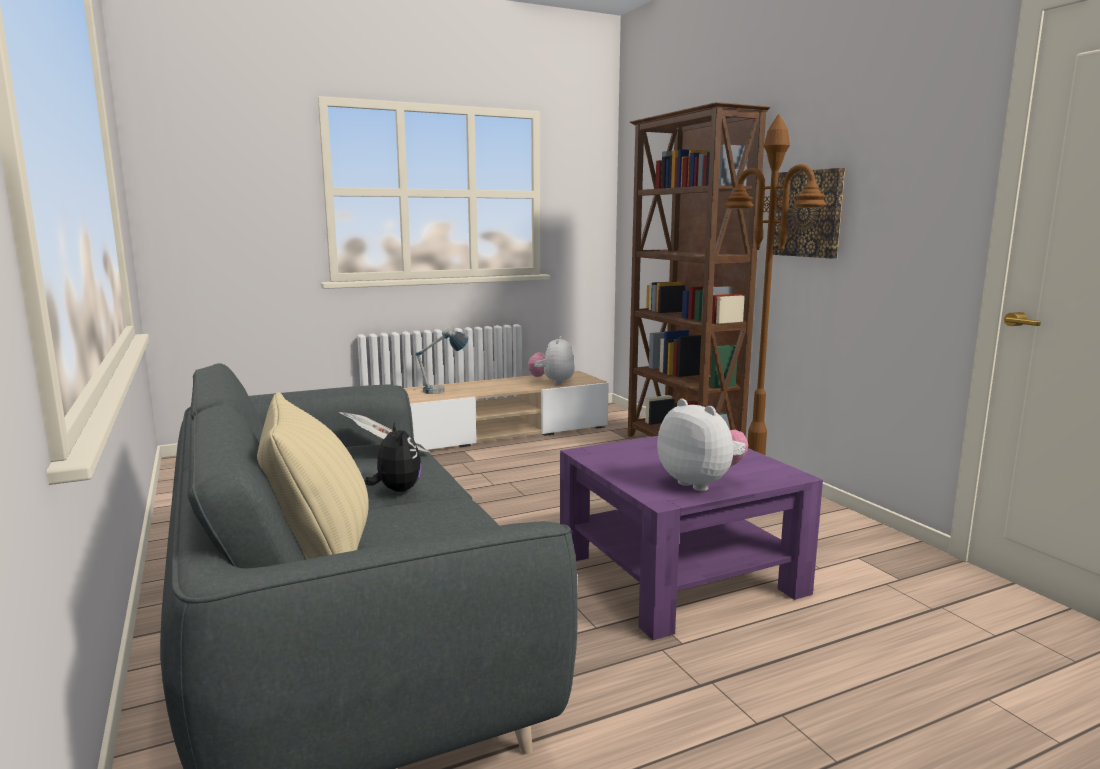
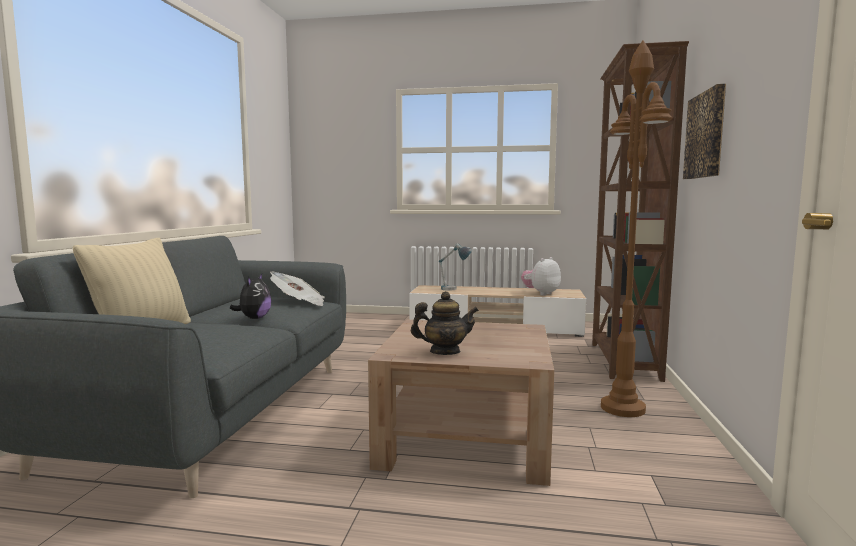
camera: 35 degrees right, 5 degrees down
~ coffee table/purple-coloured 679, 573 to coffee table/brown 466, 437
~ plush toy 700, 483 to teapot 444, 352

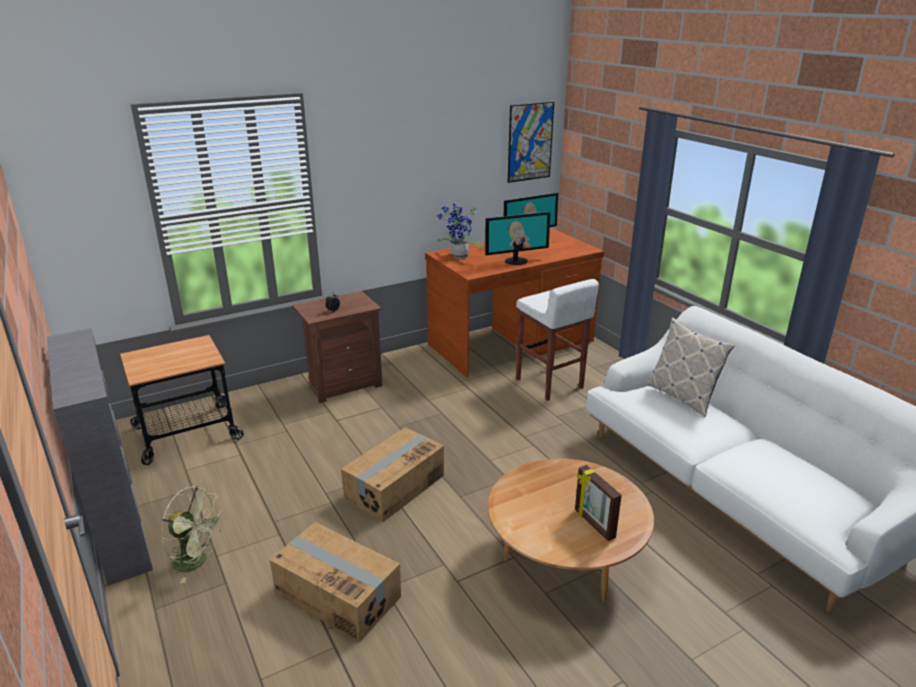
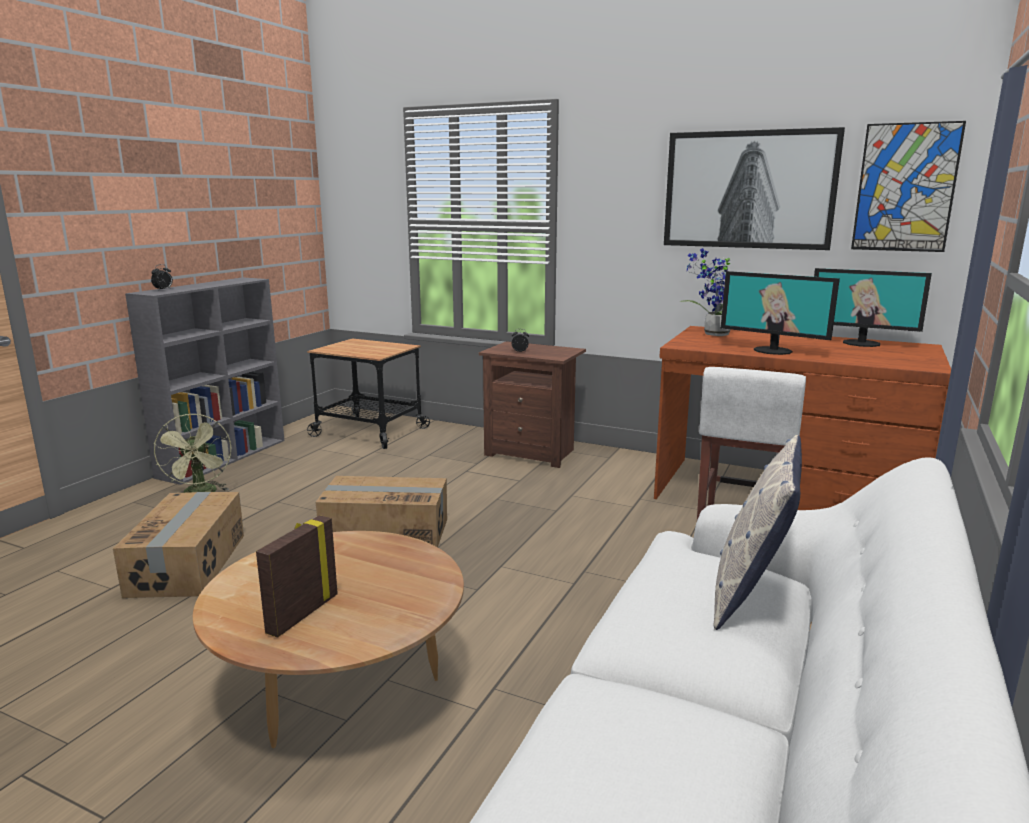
camera: 55 degrees right, 10 degrees down
+ bedside clock 163, 290
+ wall picture 748, 190

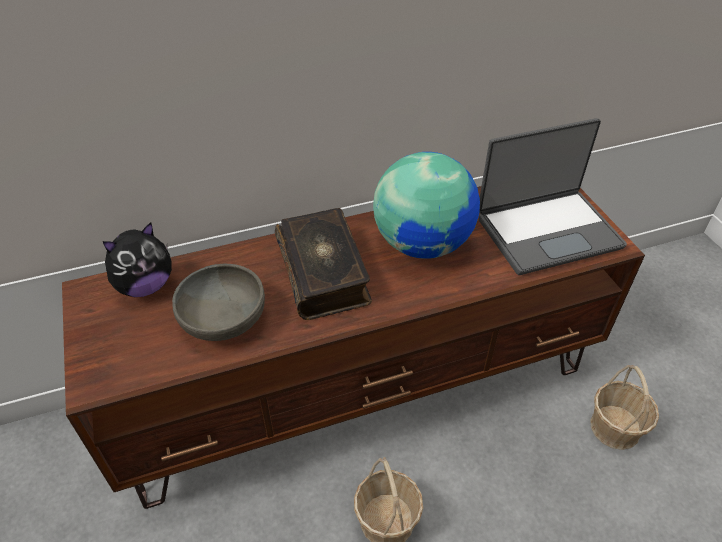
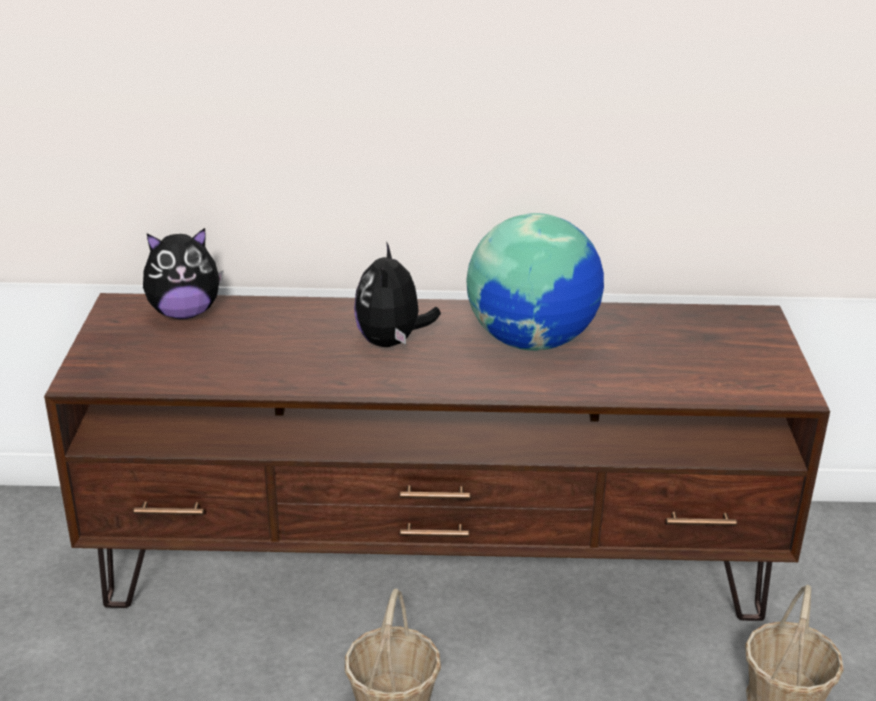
camera: 20 degrees right, 15 degrees down
~ volume 324, 273 to plush toy 392, 342
- serving bowl/grey 224, 319
- laptop 547, 231

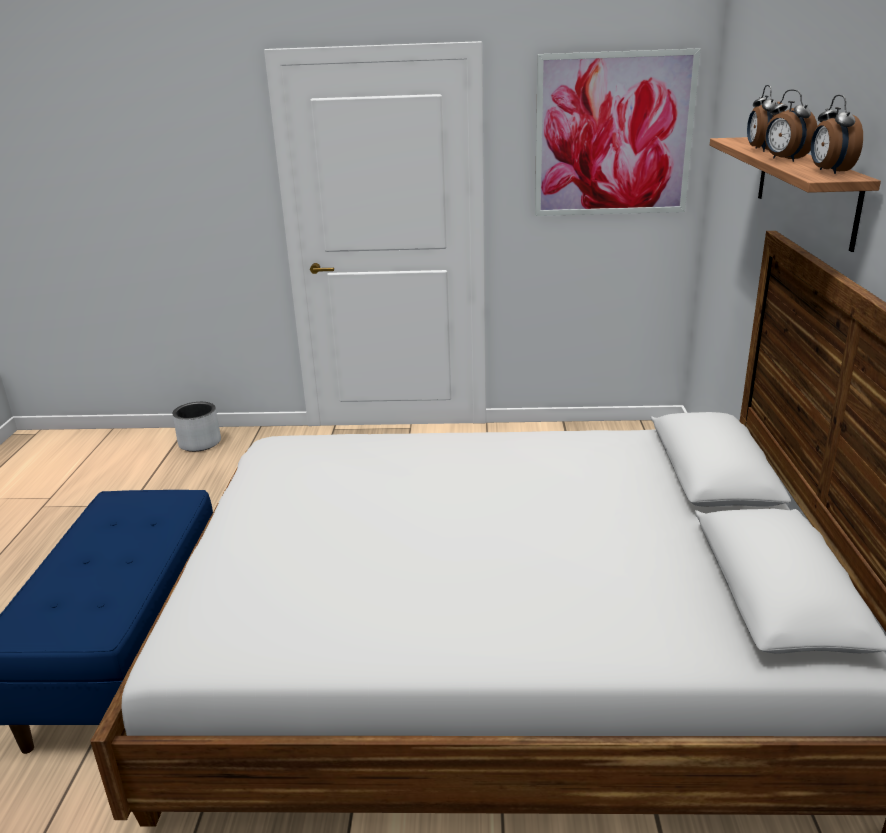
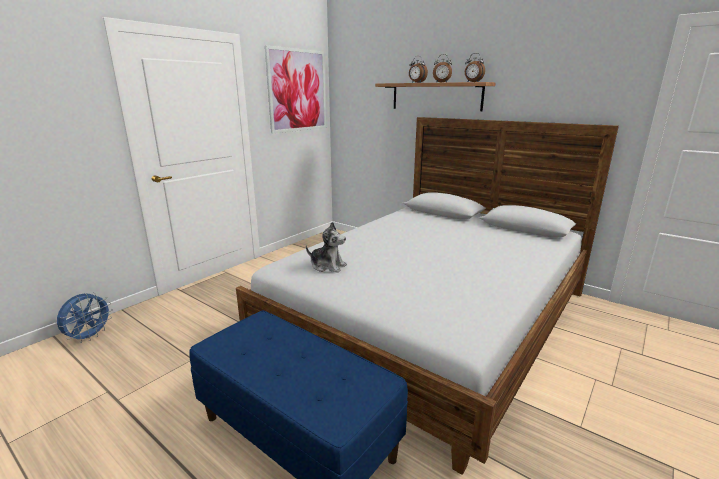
camera: 55 degrees left, 5 degrees down
~ planter/grey 200, 443 to fan/blue-coloured 89, 337
+ plush toy 327, 266

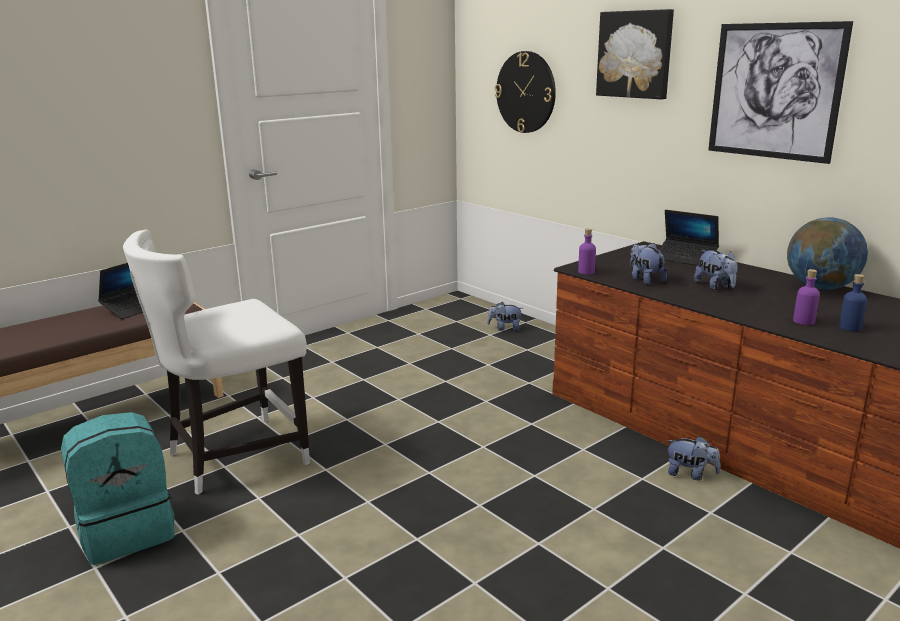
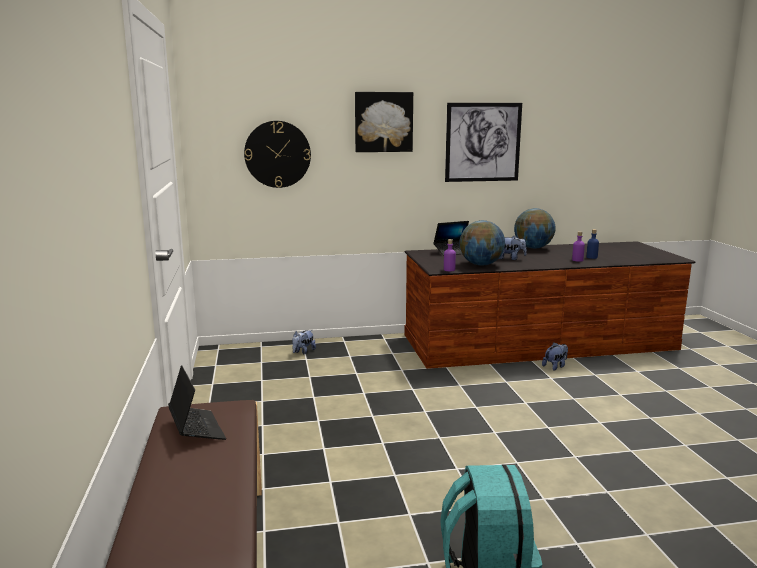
camera: 60 degrees left, 5 degrees down
~ plush toy 645, 280 to desk globe 481, 265
- plain chair/white 234, 456

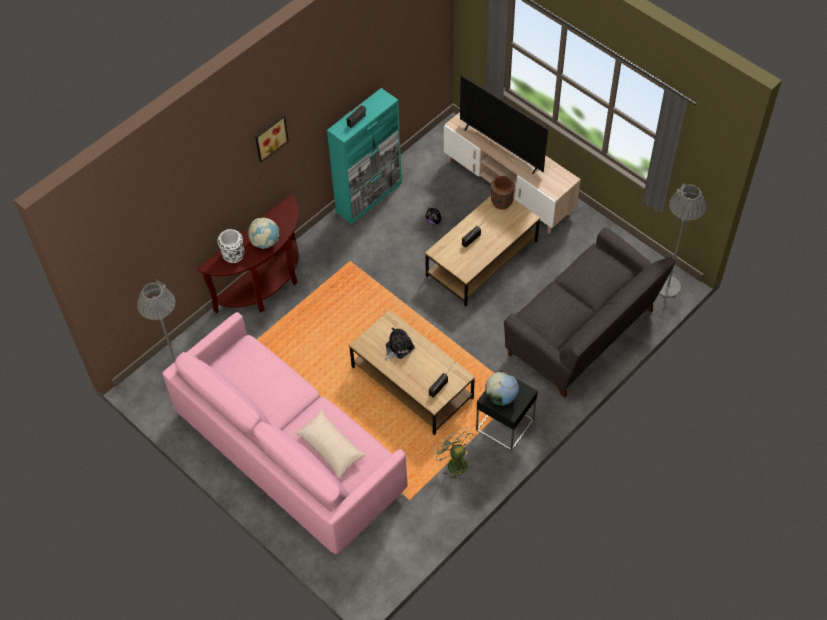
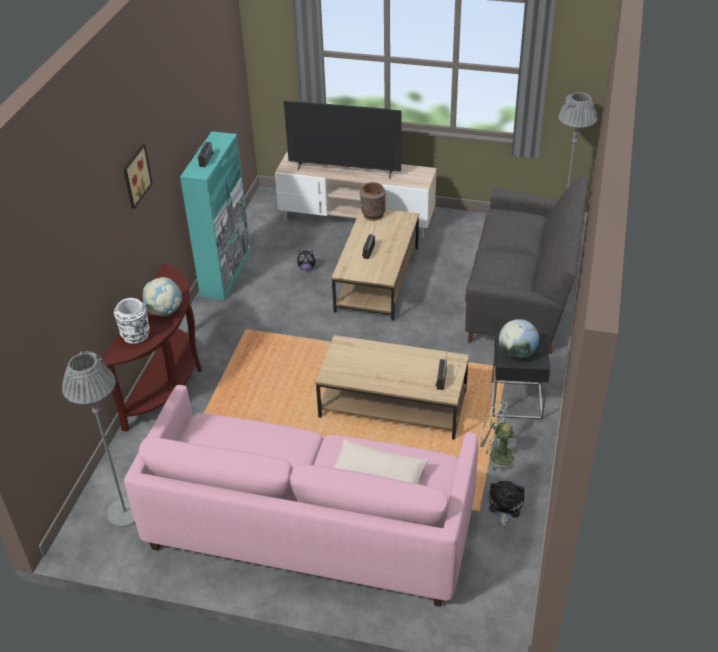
camera: 30 degrees left, 15 degrees down
~ plush toy 398, 347 to 504, 506

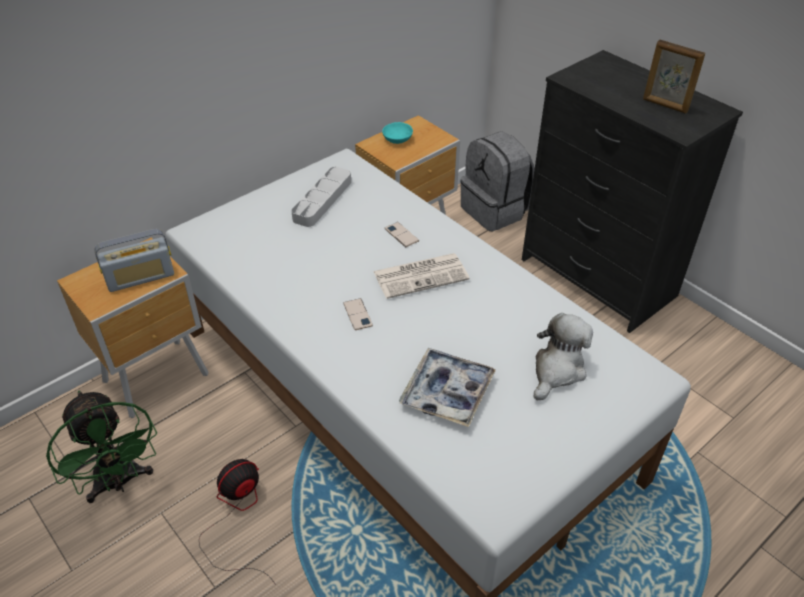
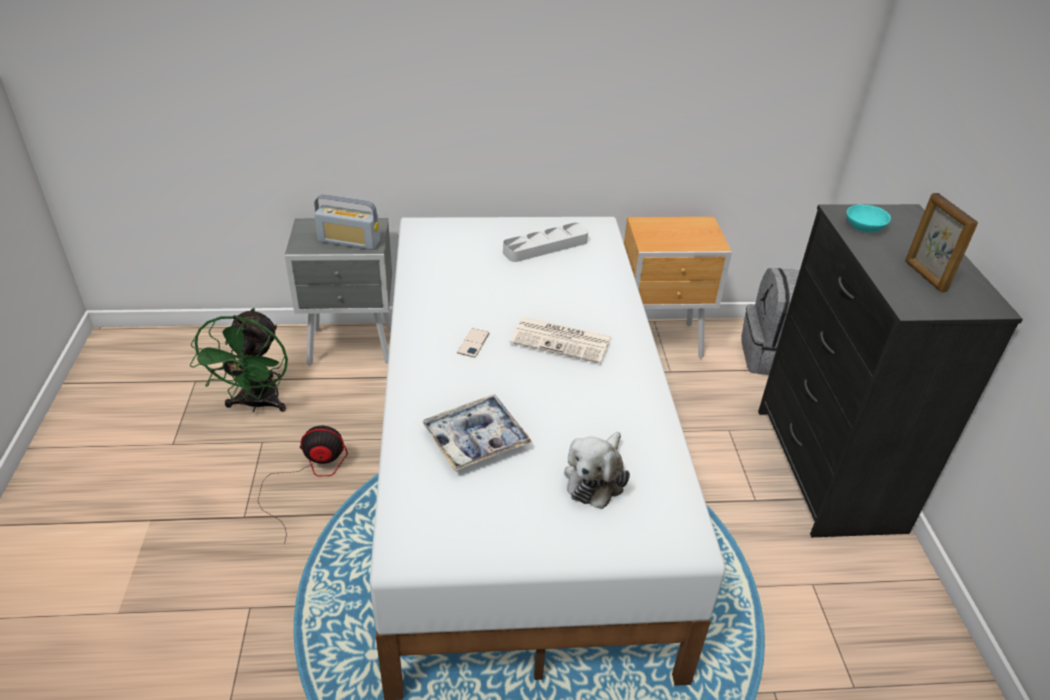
camera: 35 degrees right, 5 degrees down
~ nightstand/brown 159, 378 to nightstand/grey 353, 347
~ plush toy 557, 370 = 596, 478 135 degrees clockwise
~ serving bowl/blue-green 396, 138 to 863, 225
- phone 401, 235

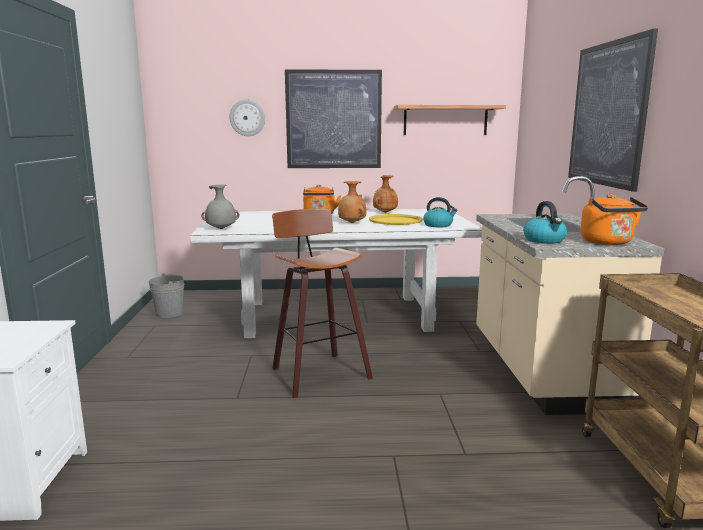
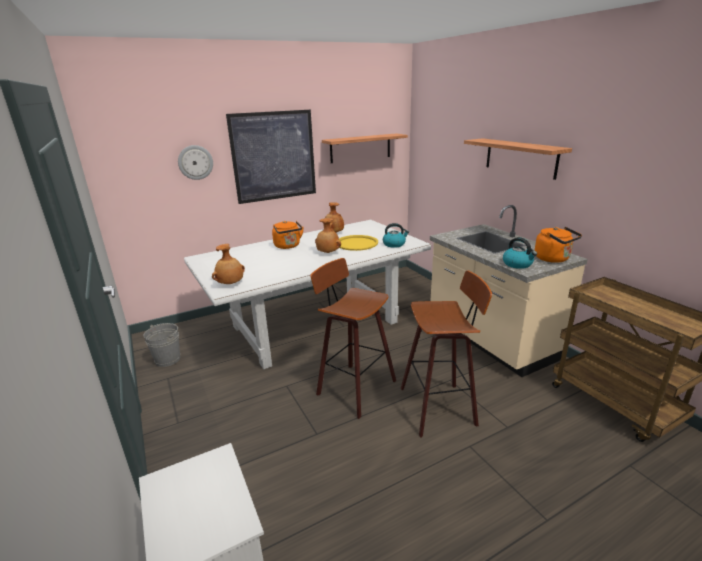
camera: 25 degrees left, 10 degrees up
~ flower vase/grey 221, 229 to flower vase/brown 230, 284
+ stool seat 440, 406
~ wall picture 608, 114 to bracket shelf 520, 157

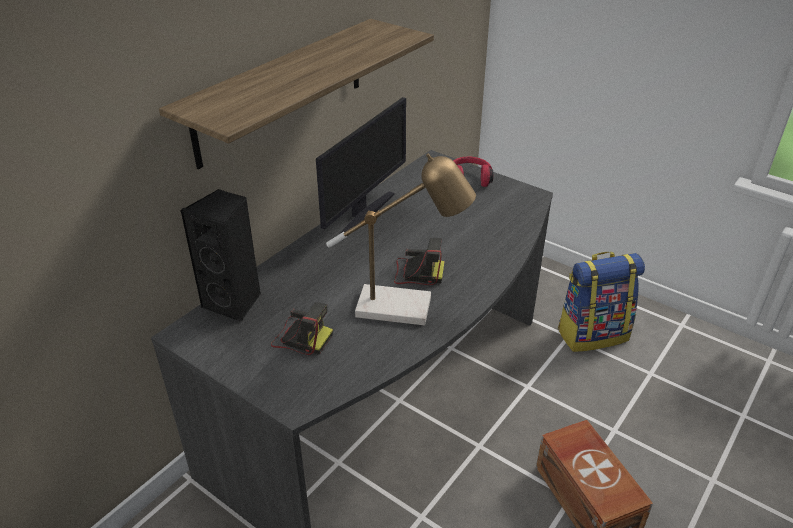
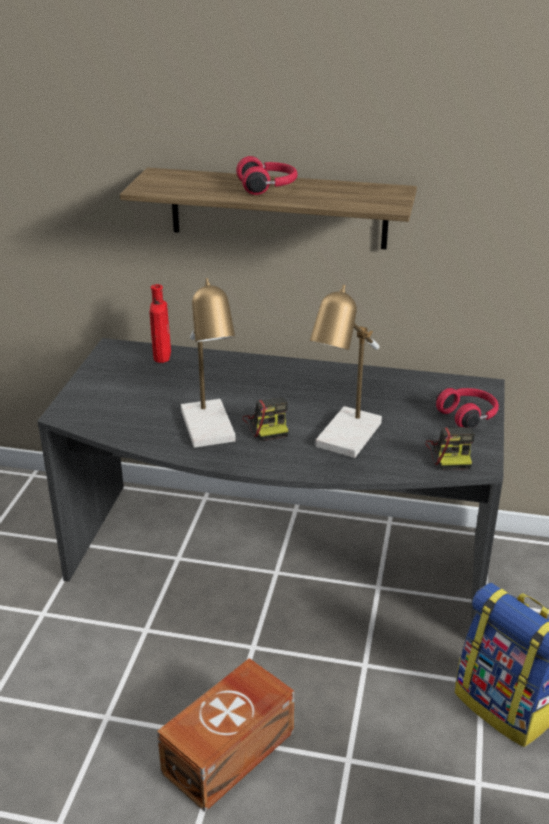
camera: 65 degrees right, 5 degrees down
~ speaker/black 235, 302 to beverage bottle/red 162, 355
+ headphones/red 268, 187
+ lamp for a table 346, 440
~ still camera 301, 337 to 450, 454
- monitor 363, 214

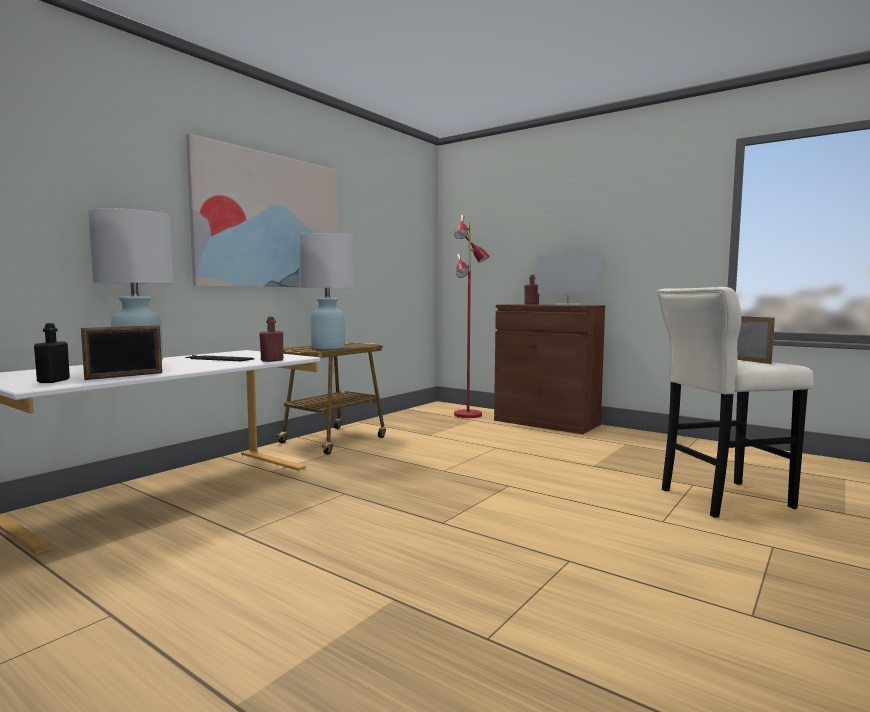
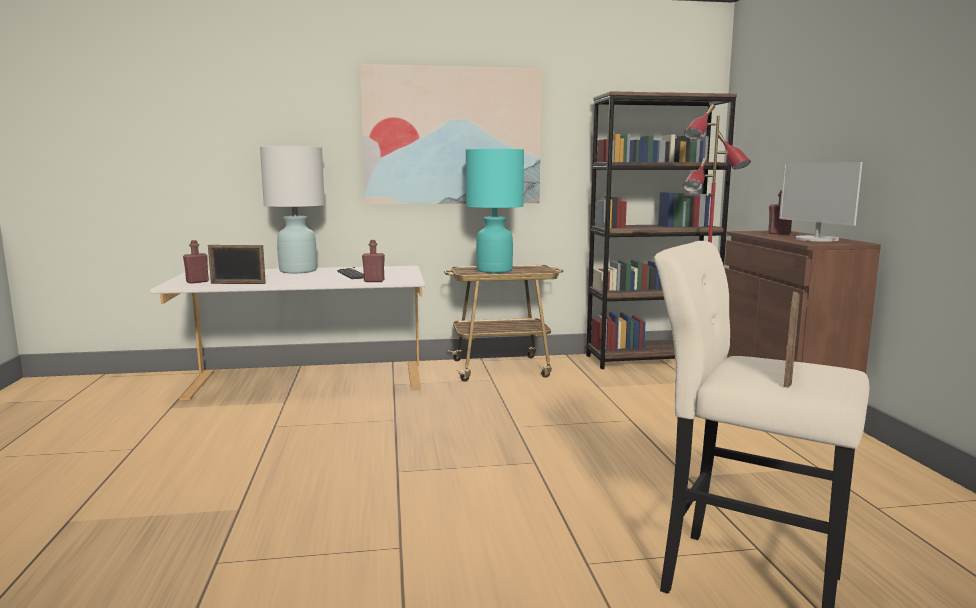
camera: 45 degrees right, 5 degrees up
~ beverage bottle/black 53, 381 to beverage bottle/red 197, 282
~ lamp for a table/white 328, 348 to lamp for a table/blue-green 494, 270
+ bookcase/brown 650, 359

